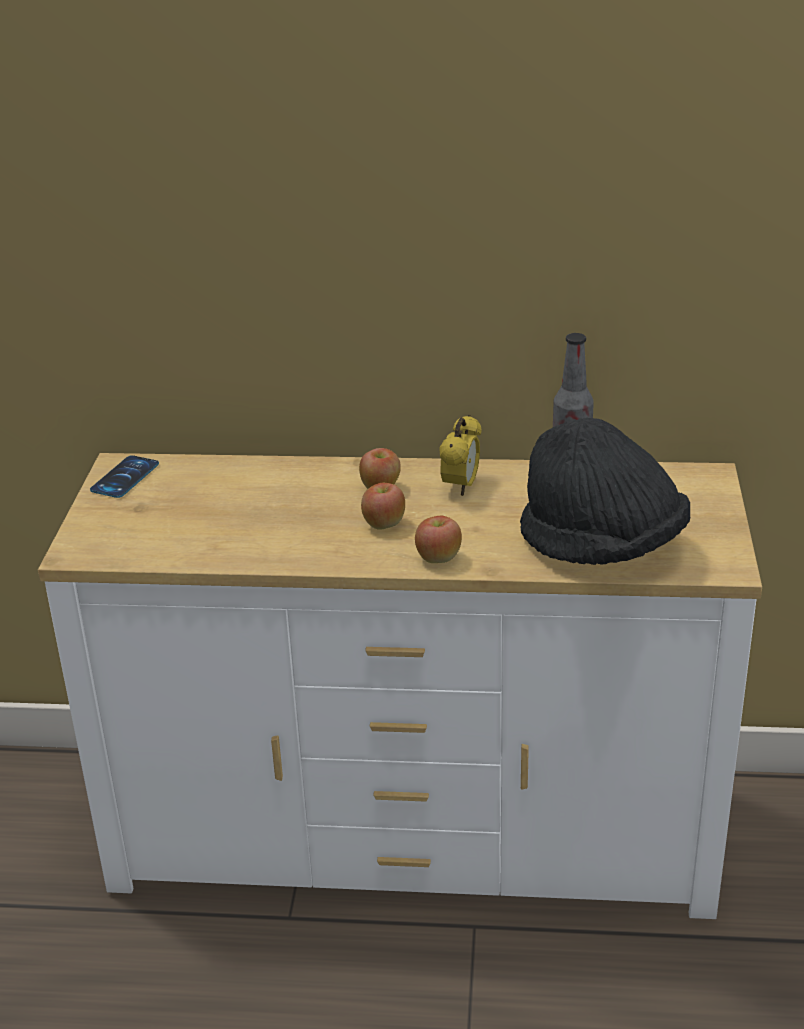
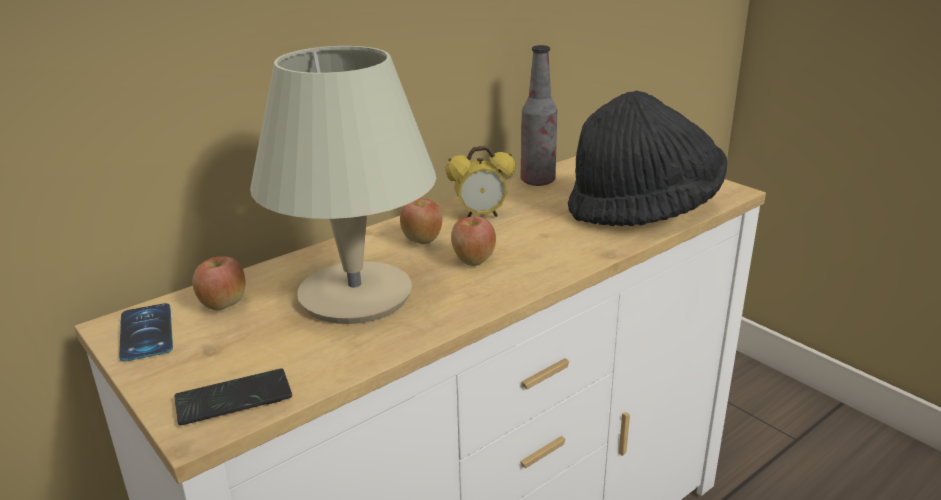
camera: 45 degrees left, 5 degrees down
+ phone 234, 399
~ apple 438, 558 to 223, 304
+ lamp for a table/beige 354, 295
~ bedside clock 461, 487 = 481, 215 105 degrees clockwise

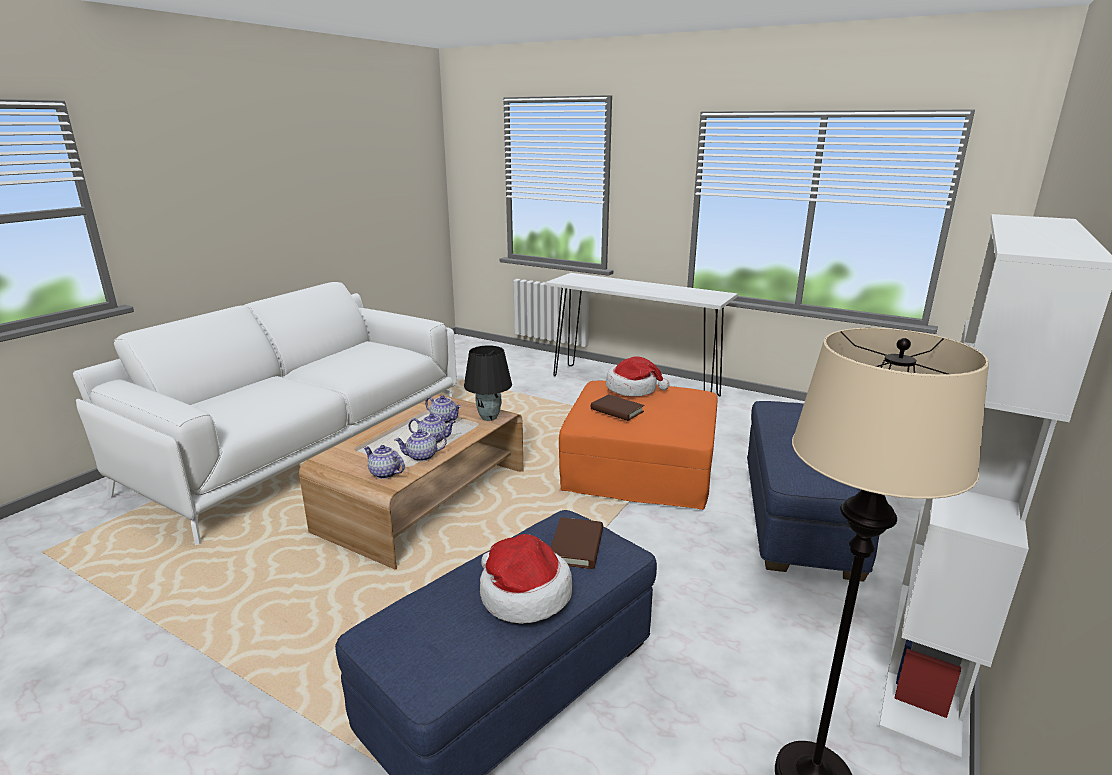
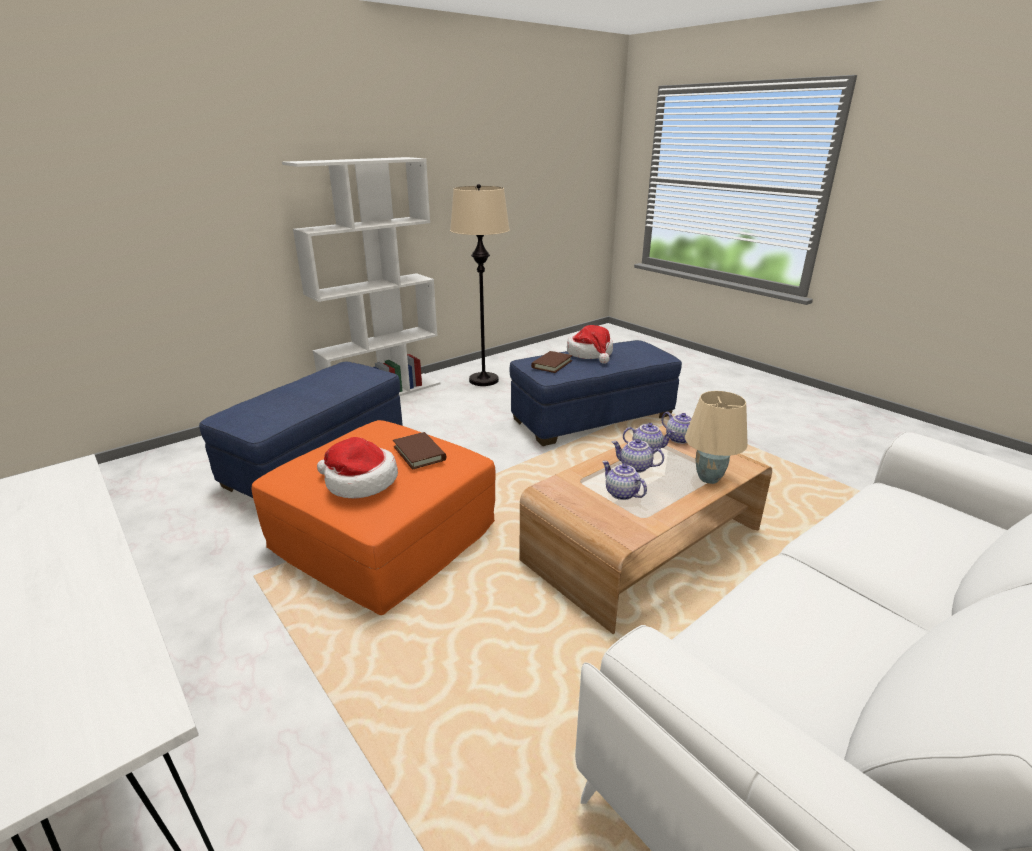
camera: 160 degrees left, 5 degrees up
+ lamp for a table/beige 709, 478
- lamp for a table/black 489, 417

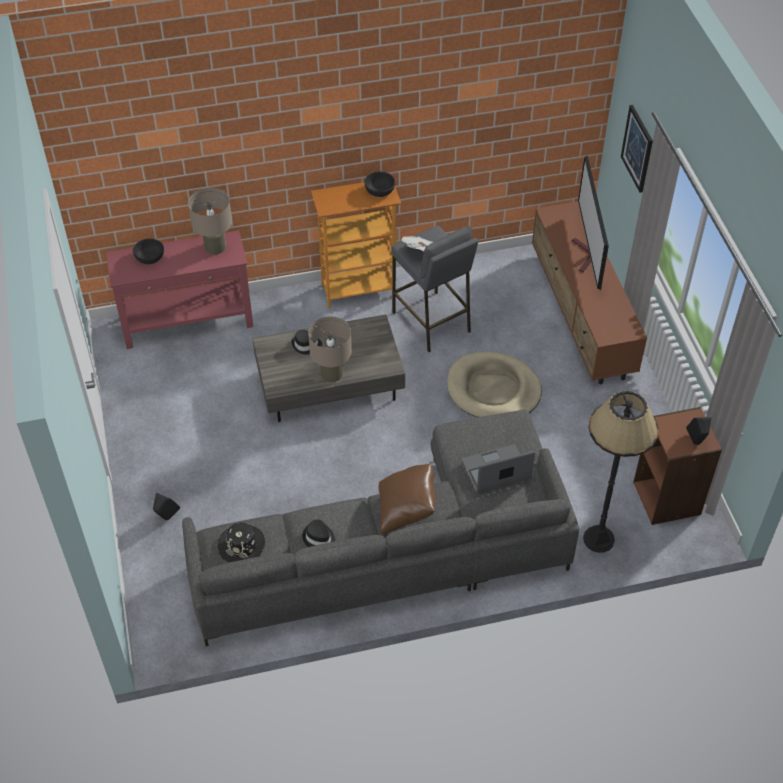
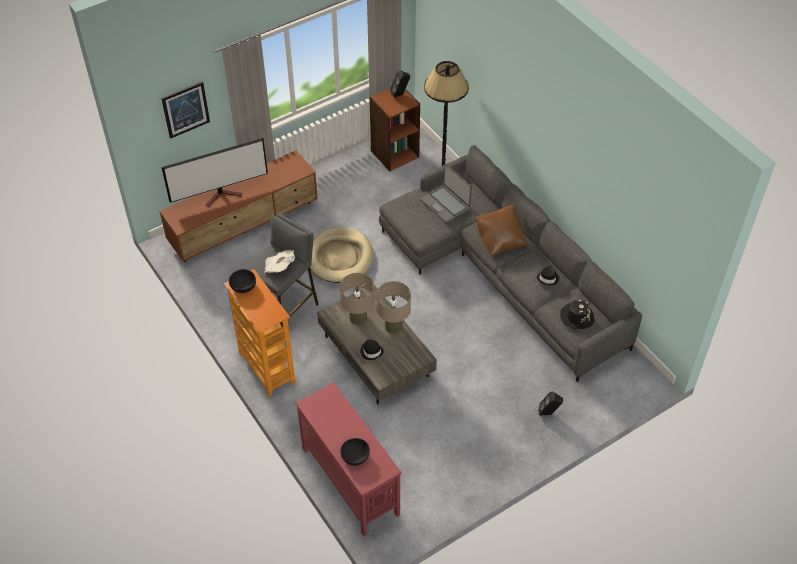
camera: 110 degrees left, 0 degrees up
~ lamp for a table/beige 215, 247 to 358, 318

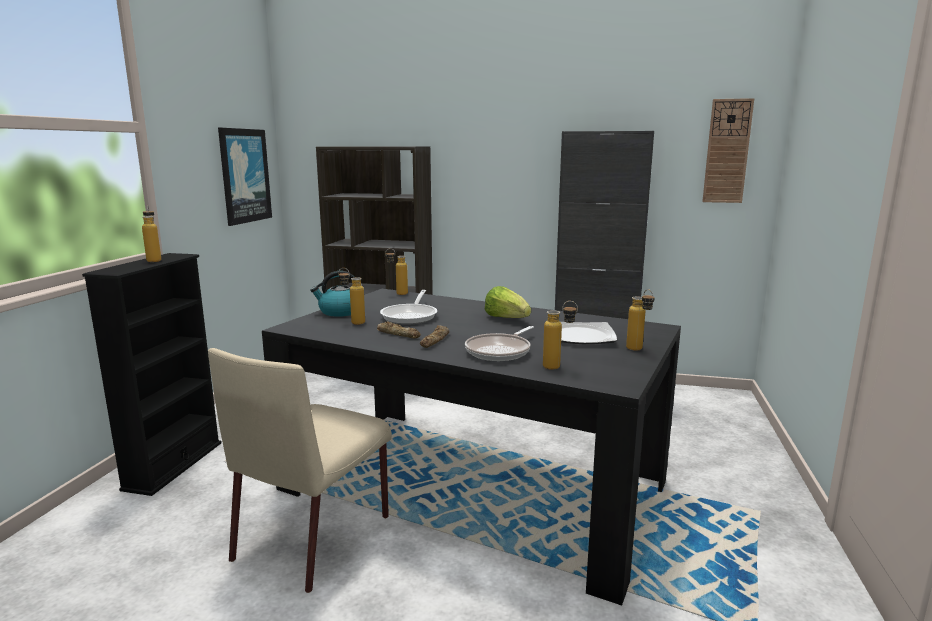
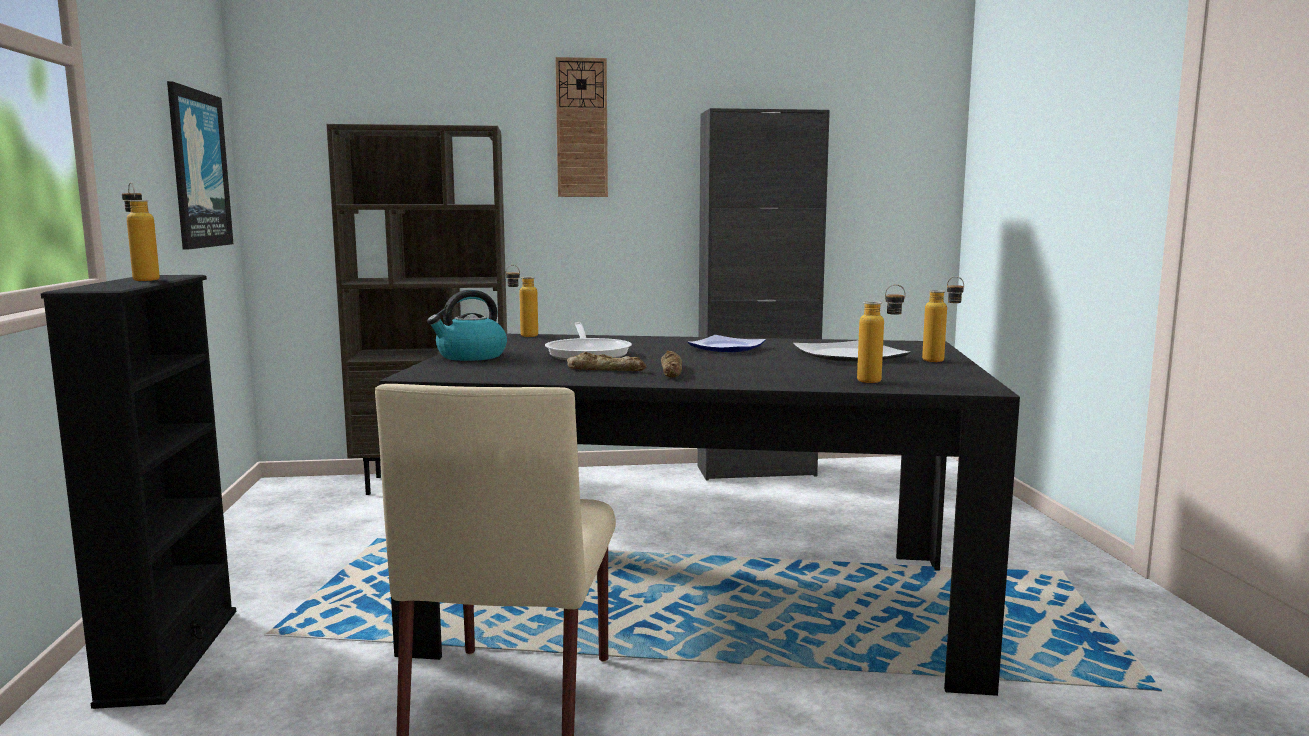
camera: 20 degrees left, 5 degrees down
~ wall clock 727, 151 to 581, 128
~ head of lettuce 506, 319 to flat dish 726, 348
- beverage bottle 353, 322
- pan 500, 351

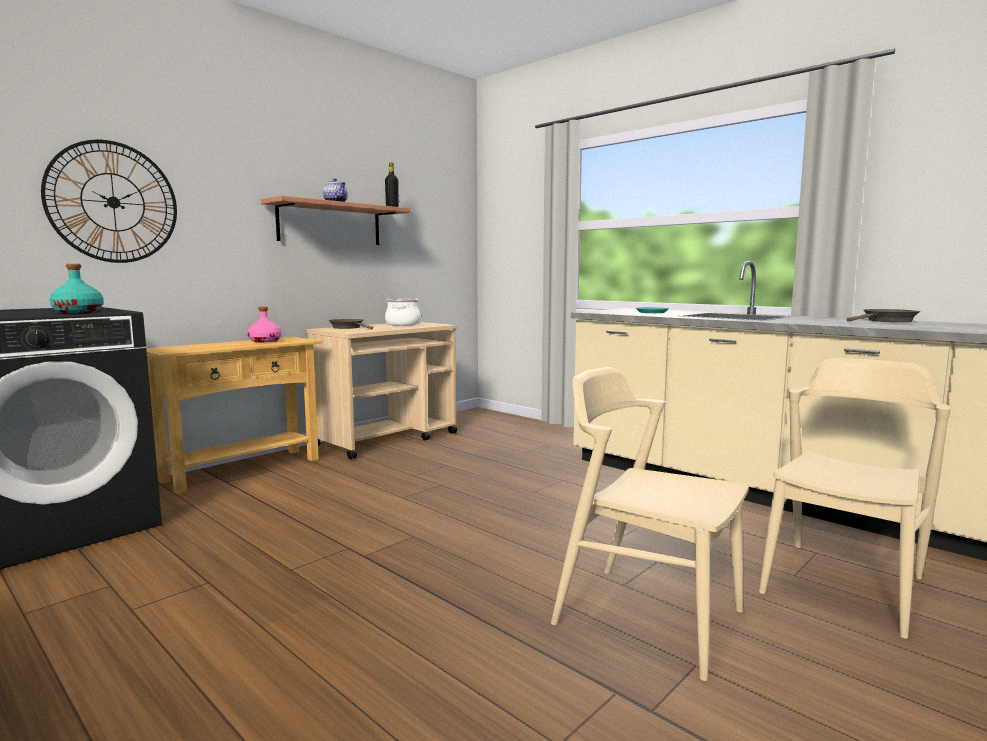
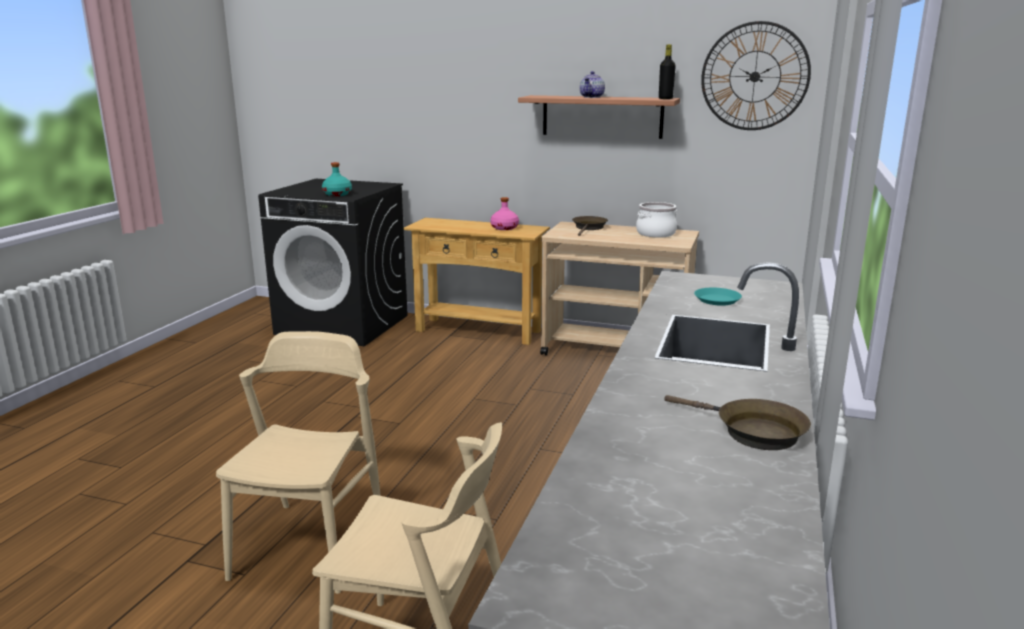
camera: 65 degrees right, 10 degrees up
~ wall clock 113, 202 to 754, 76

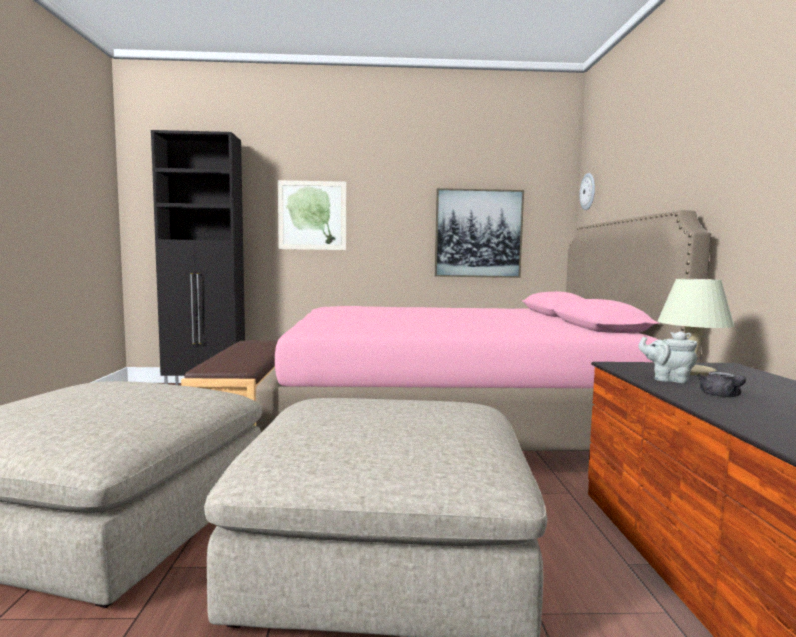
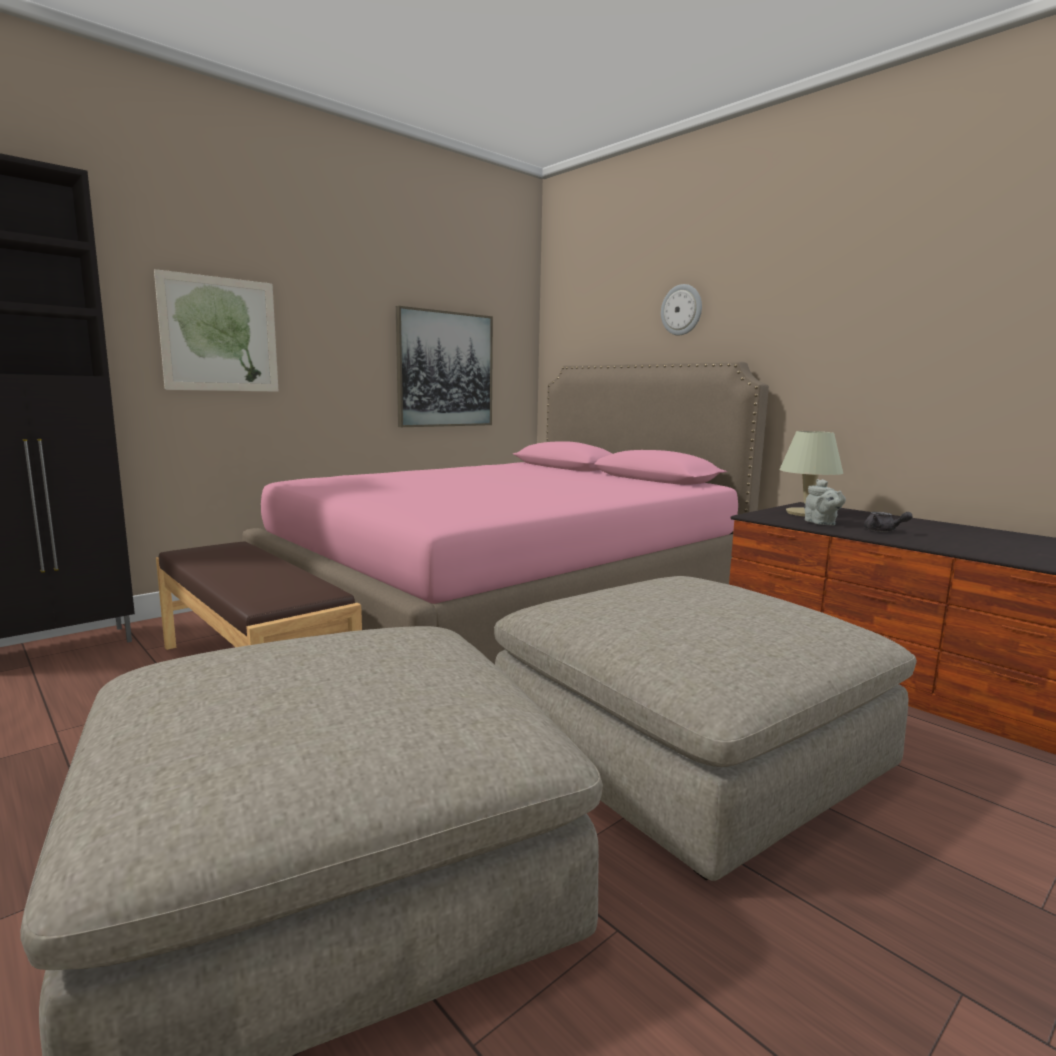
camera: 40 degrees left, 5 degrees up
~ wall clock 588, 191 to 682, 310
~ teapot/grey 668, 379 = 821, 523 90 degrees counterclockwise

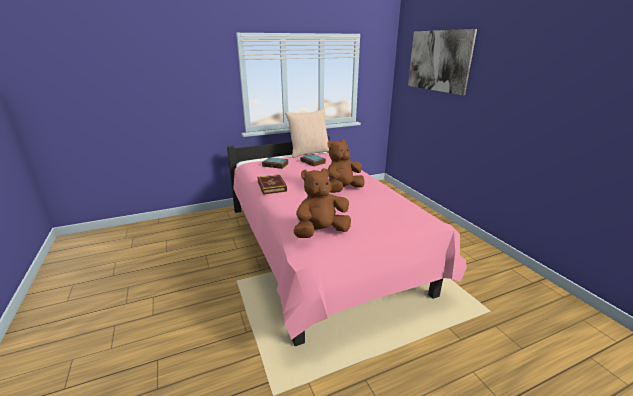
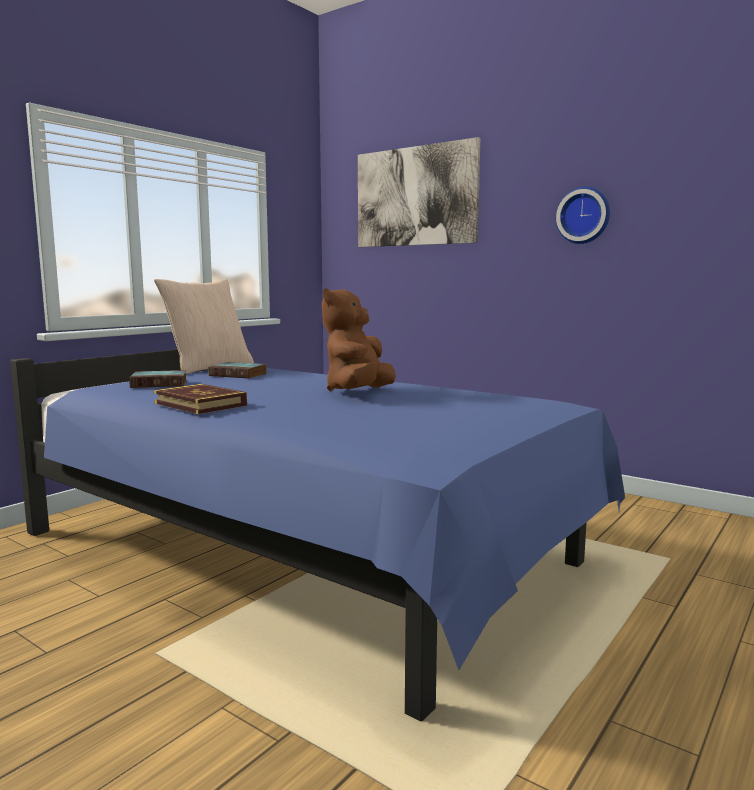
camera: 30 degrees left, 15 degrees down
~ sleeping bed/pink 319, 250 to sleeping bed/blue-coloured 306, 552
+ wall clock 584, 215
- plush toy/brown 321, 232

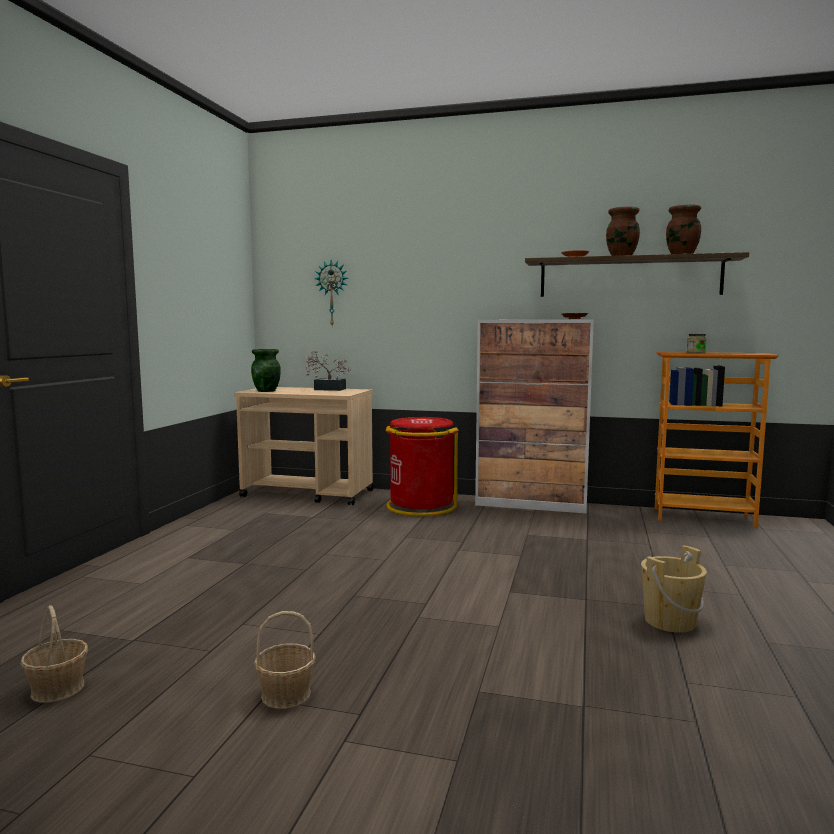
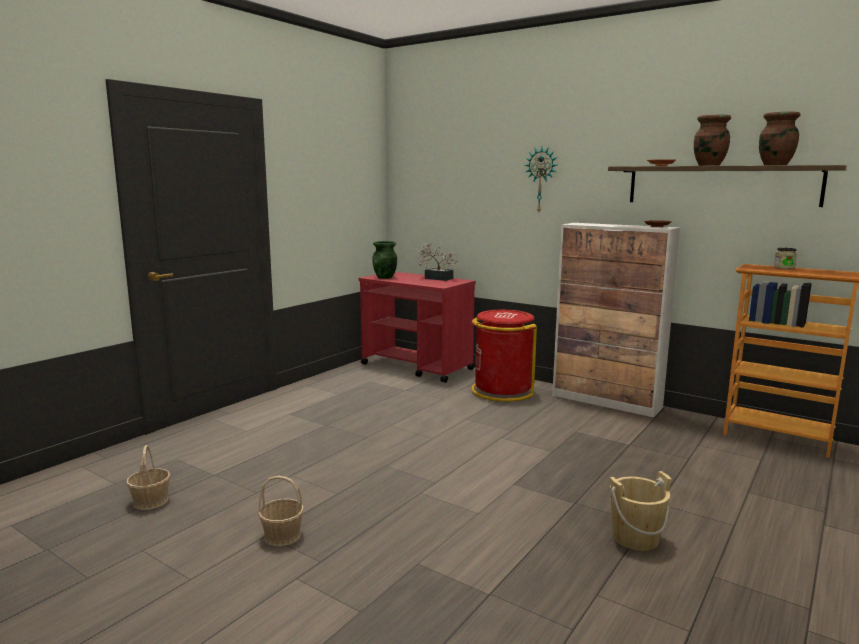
camera: 20 degrees right, 5 degrees up
~ wheeled cart/beige 308, 493 to wheeled cart/red 417, 367
~ wall clock 332, 293 to 541, 180

